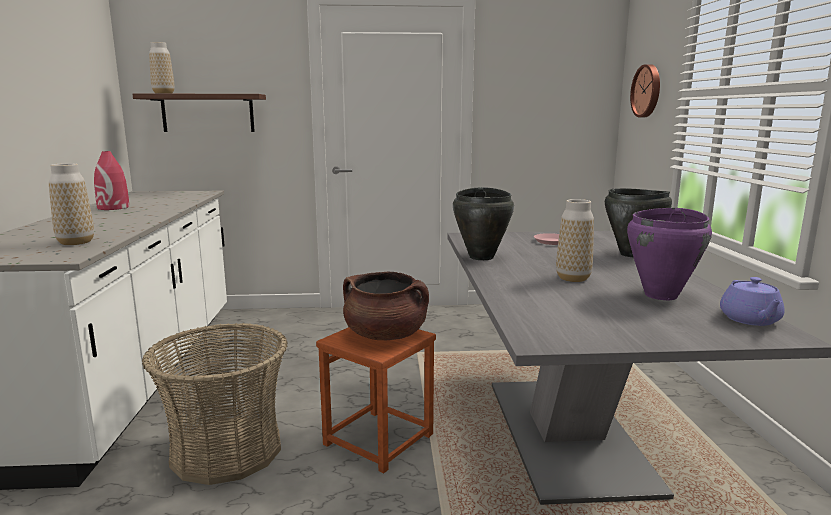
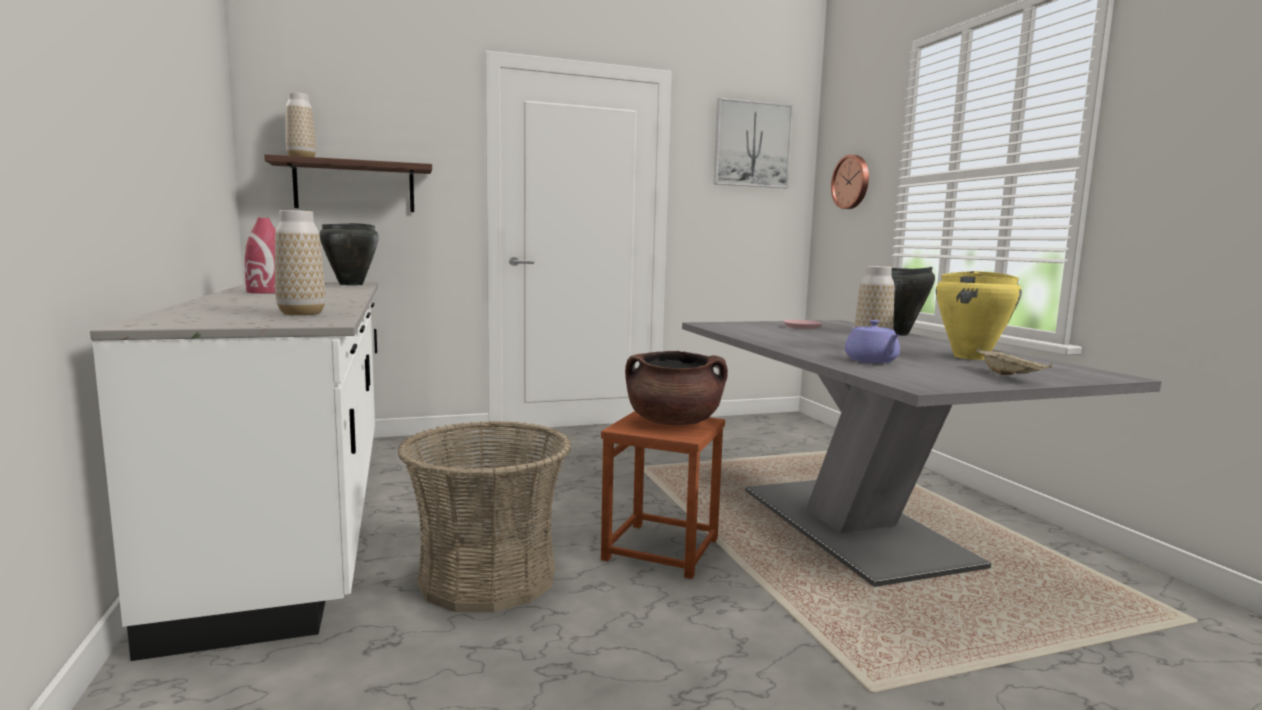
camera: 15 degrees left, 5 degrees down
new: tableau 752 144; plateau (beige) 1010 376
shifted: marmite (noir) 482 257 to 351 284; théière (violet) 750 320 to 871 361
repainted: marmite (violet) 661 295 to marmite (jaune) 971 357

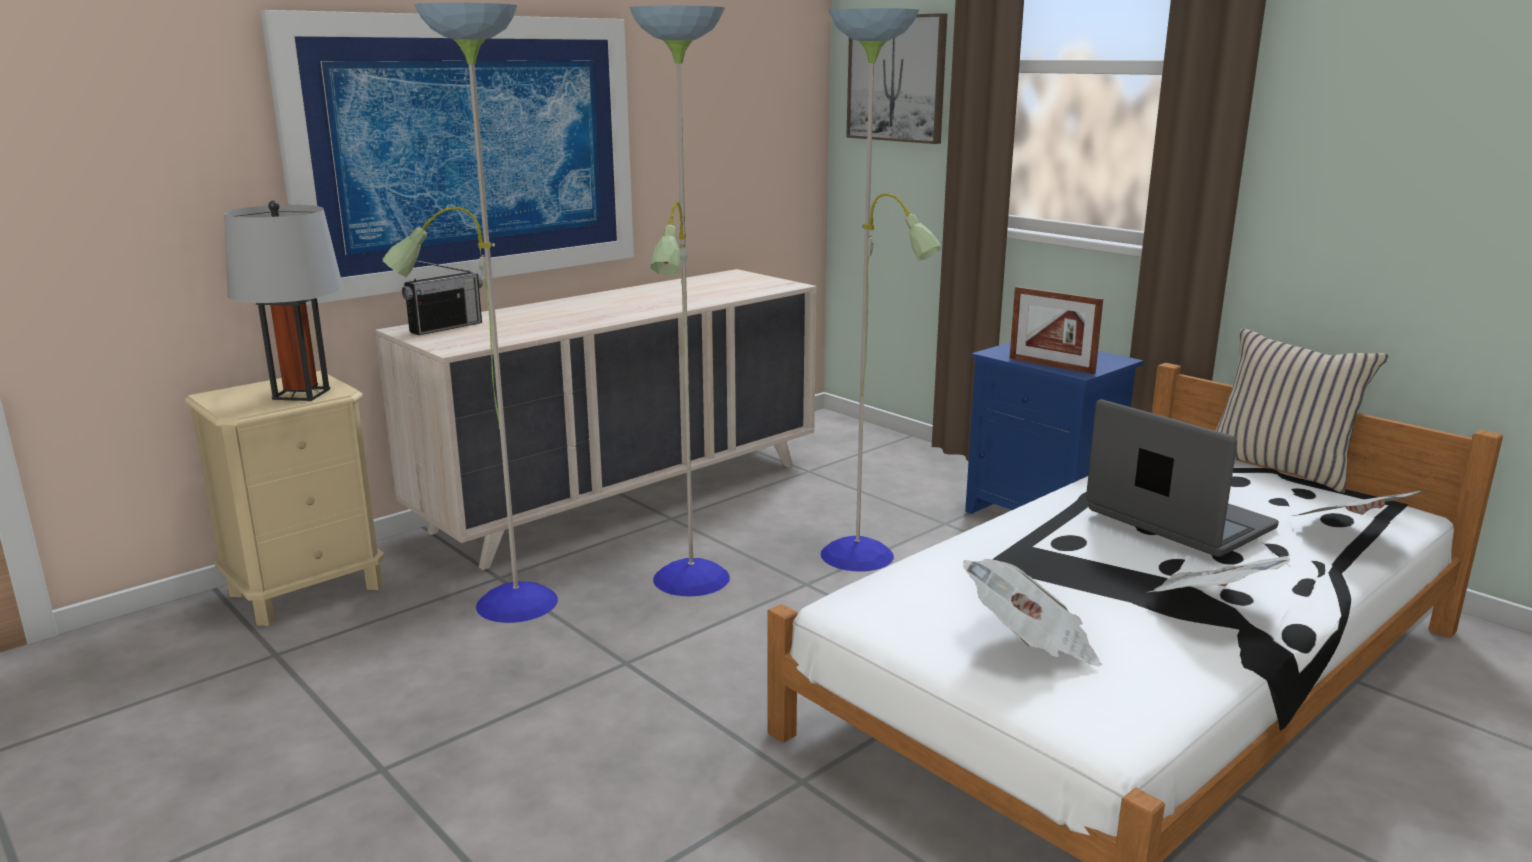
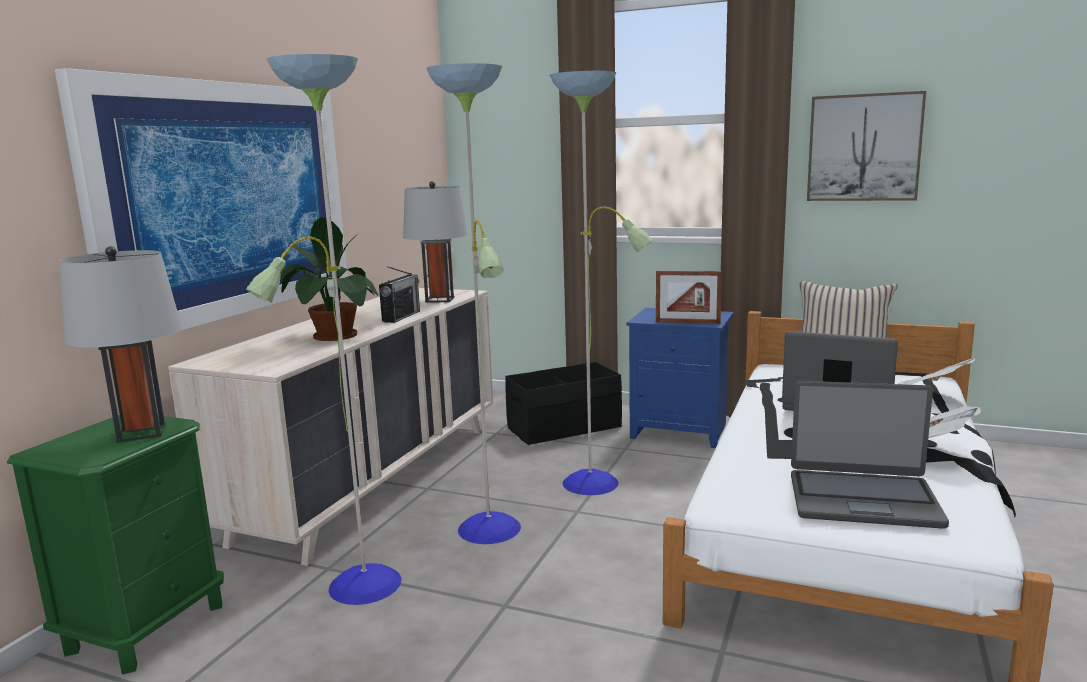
camera: 25 degrees left, 5 degrees down
new: lampe de table (gris) 439 300; plante en pot 333 336; boîte de rangement (noir) 564 428
shifted: tableau 897 78 to 864 148; radio 446 327 to 401 316
swapped: journal 1030 644 to ordinateur portable 862 499
repainted: table de chevet (beige) 306 590 to table de chevet (vert) 146 627

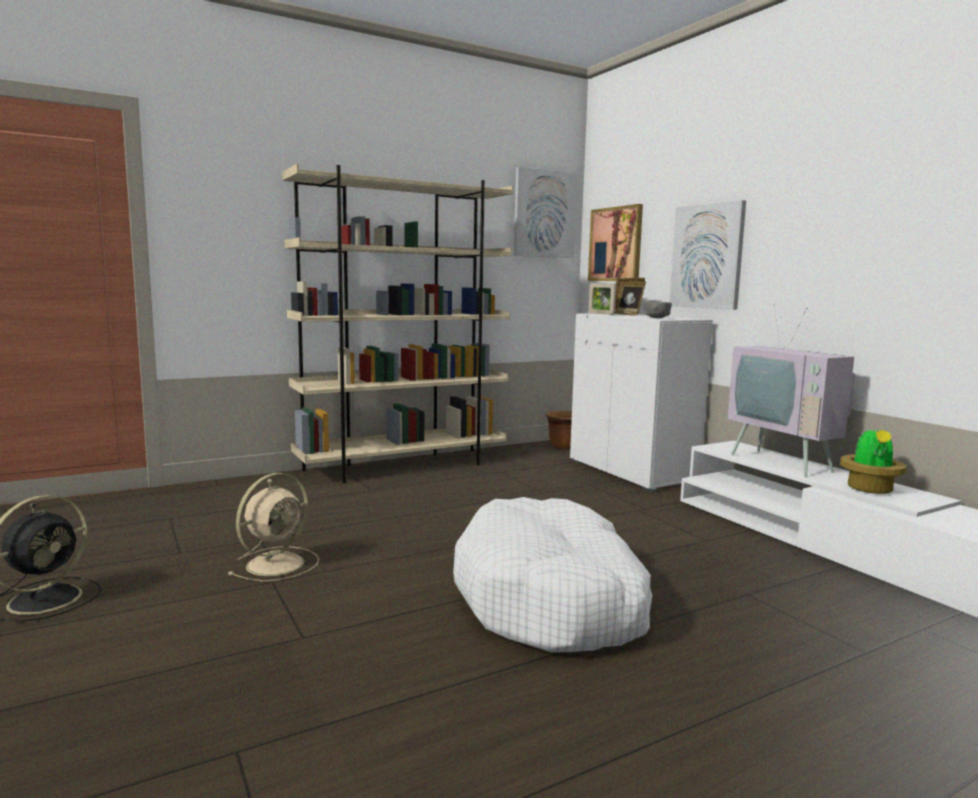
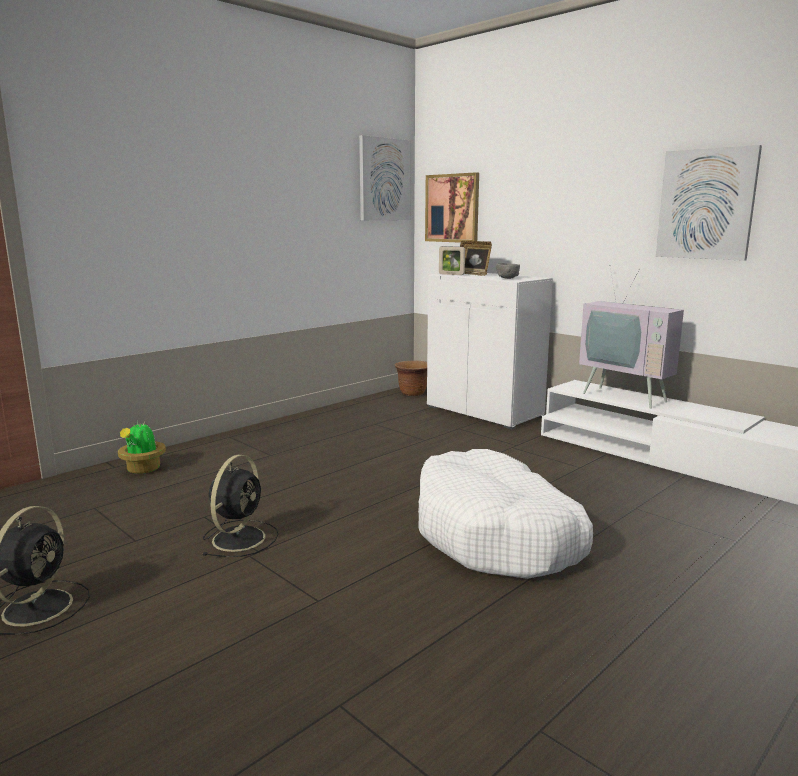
camera: 15 degrees left, 5 degrees up
gone: bibliothèque (beige) 404 466
shifted: tableau 707 256 to 706 204; plante en pot 870 489 to 143 469
repainted: ventilateur (beige) 277 563 to ventilateur (noir) 240 538

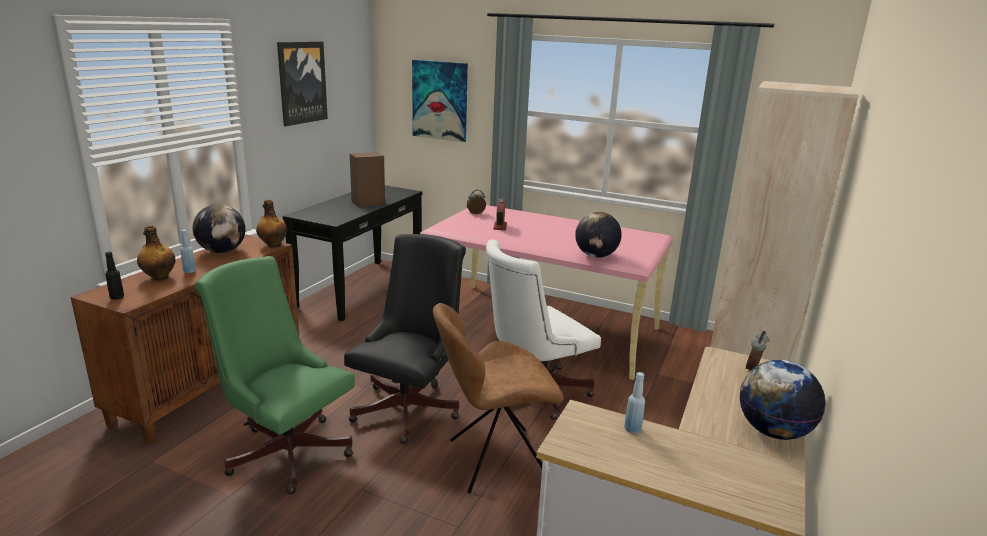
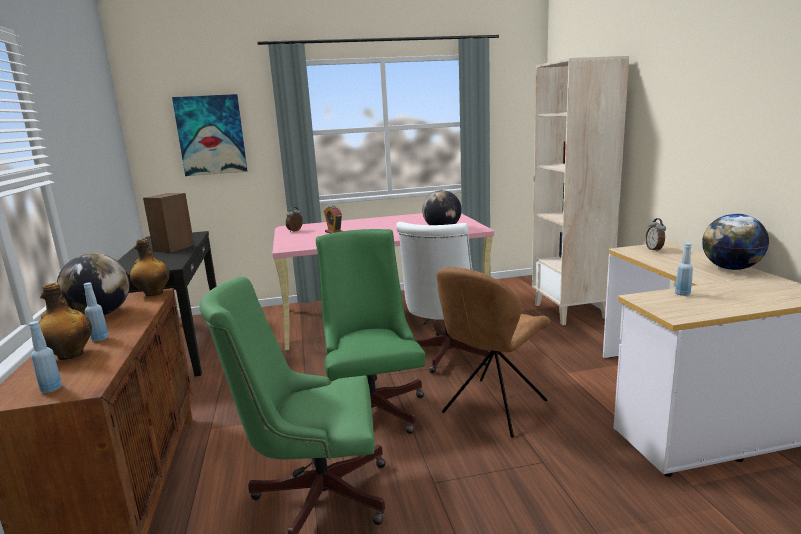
camera: 35 degrees left, 5 degrees down
gone: tableau 302 82
repainted: chaise de bureau (noir) 410 407 to chaise de bureau (vert) 373 407; bouteille (noir) 117 297 to bouteille (bleu) 51 389

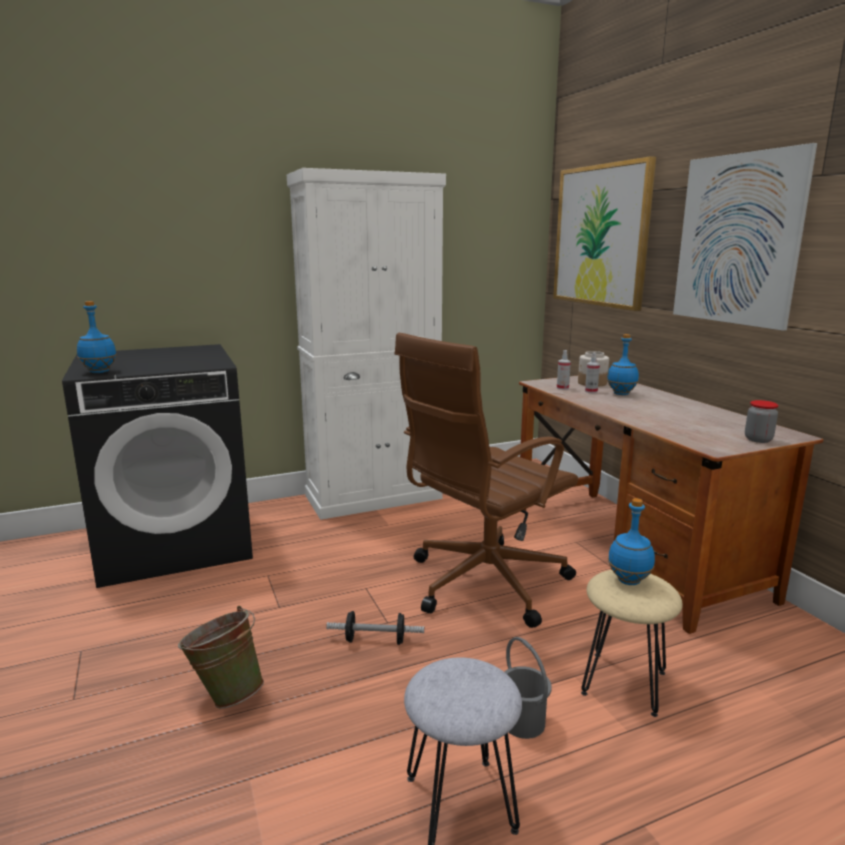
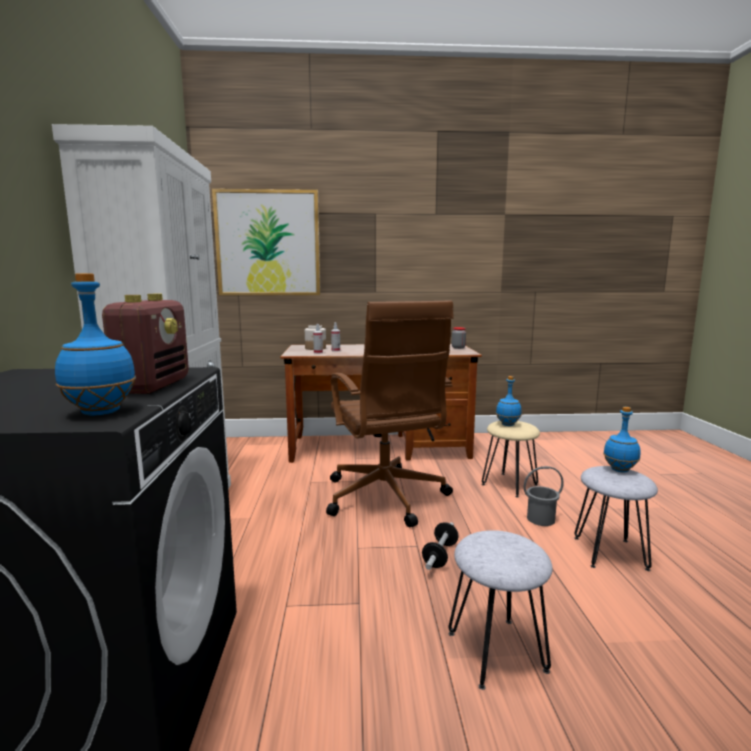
camera: 70 degrees left, 5 degrees down
gone: tableau 737 240
new: radio 153 386
shifted: bouteille (bleu) 621 394 to 619 470
swapped: seau (vert) 226 693 to tabouret (gris) 495 651

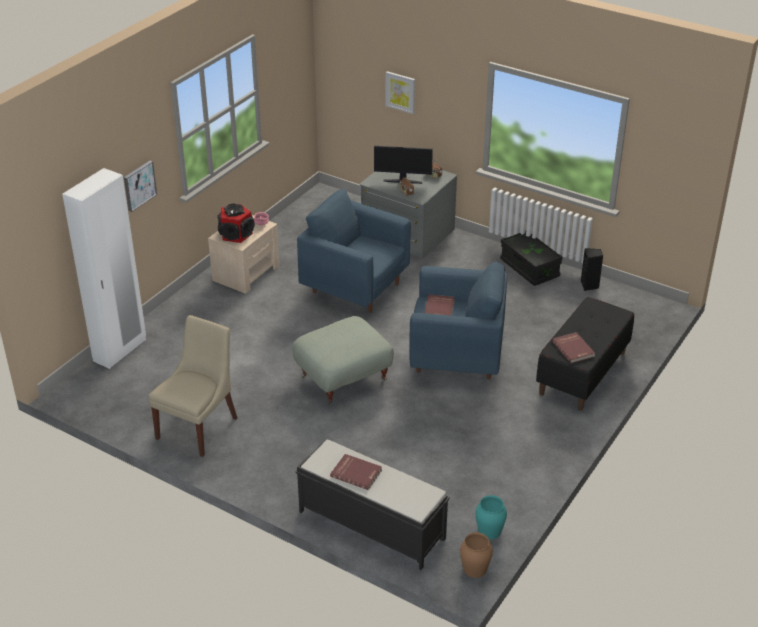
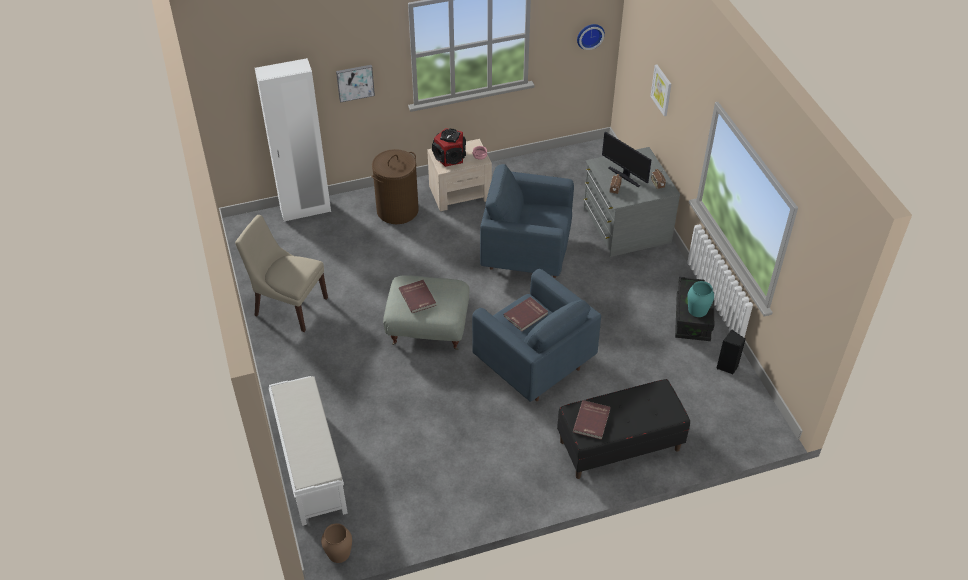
camera: 40 degrees right, 10 degrees up
new: horloge murale 589 35; panier à linge (marron) 397 210
shifted: livre (rouge) 356 473 to 418 297; vase (turquoise) 489 531 to 697 310
repainted: banc (noir) 370 524 to banc (blanc) 310 464
rotated: fauteuil (bleu) 356 288 = 526 253 60 degrees counterclockwise; chaise (beige) 199 426 = 289 306 135 degrees counterclockwise

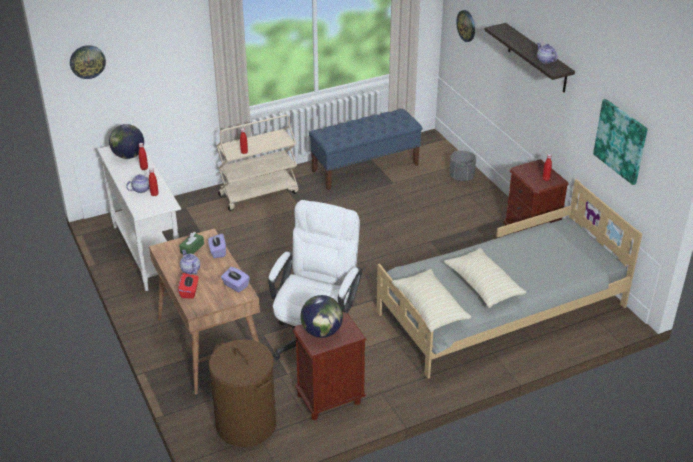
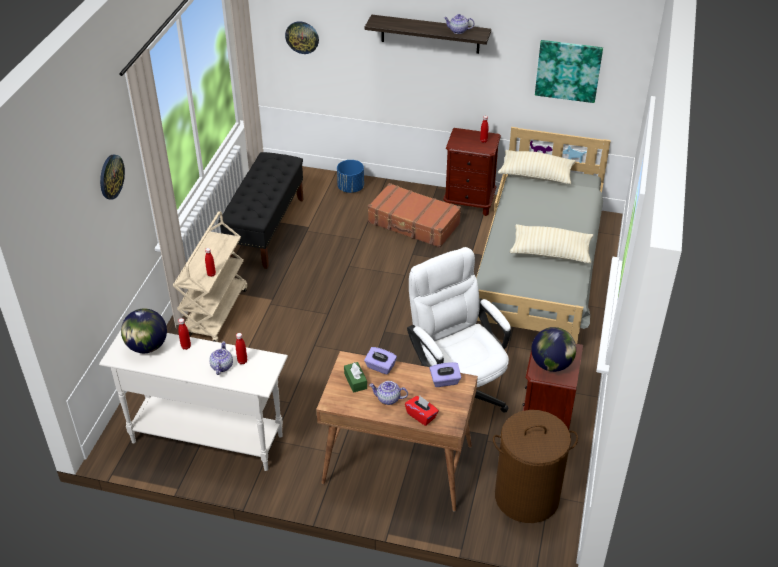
camera: 50 degrees left, 5 degrees up
new: valise (marron) 413 224
shifted: horloge murale 87 61 to 111 176; coussin (beige) 429 308 to 536 175
repainted: banc (bleu) 365 168 to banc (noir) 266 229; cache-pot (gris) 461 177 to cache-pot (bleu) 351 188

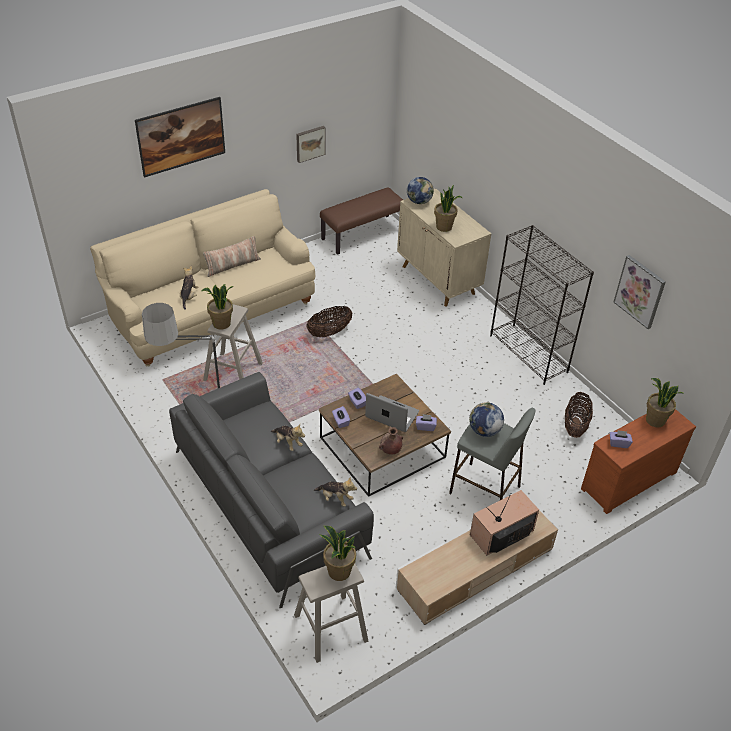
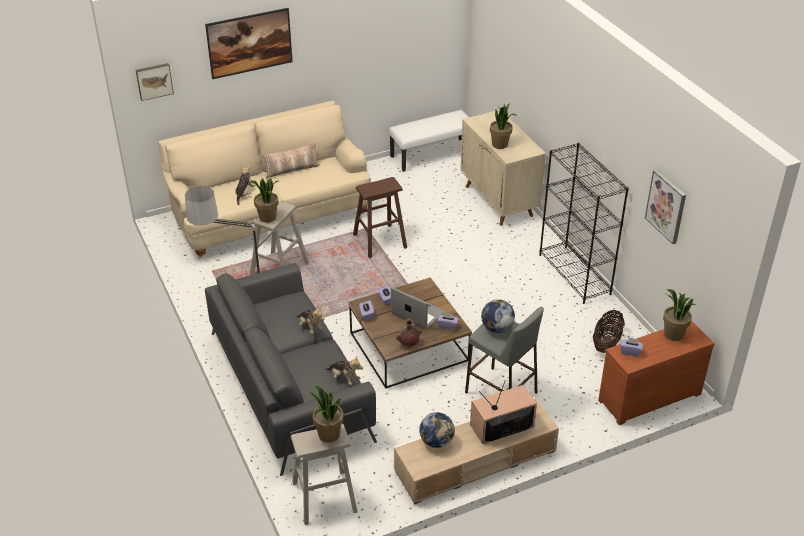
camera: 10 degrees right, 5 degrees down
shifted: tableau 310 143 to 154 81; globe 419 201 to 436 441
swapped: panier 329 332 to tabouret (marron) 380 241
repainted: banc (marron) 362 234 to banc (blanc) 432 154

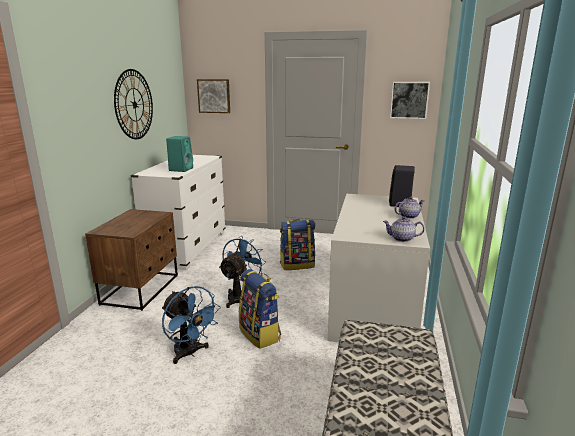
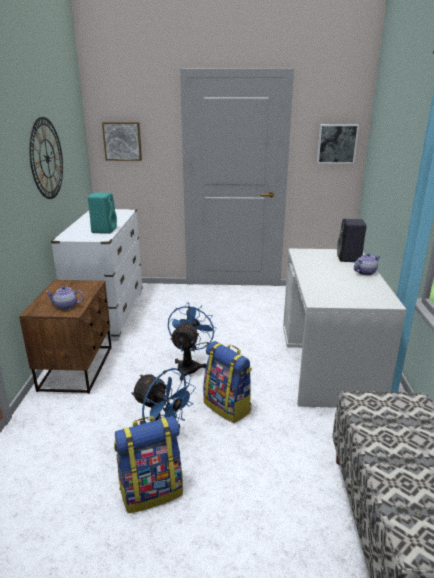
camera: 10 degrees left, 5 degrees up
shifted: théière 402 239 to 66 306; sac à dos 297 265 to 151 491

